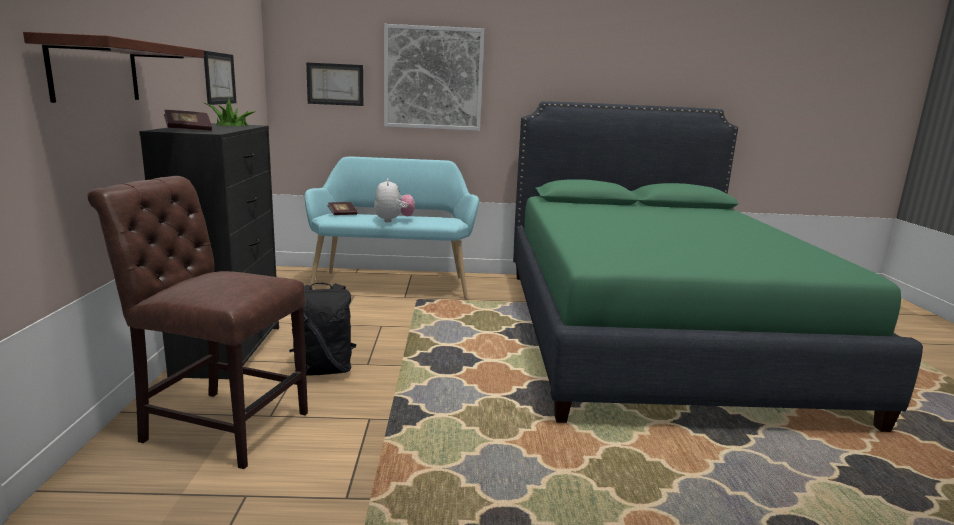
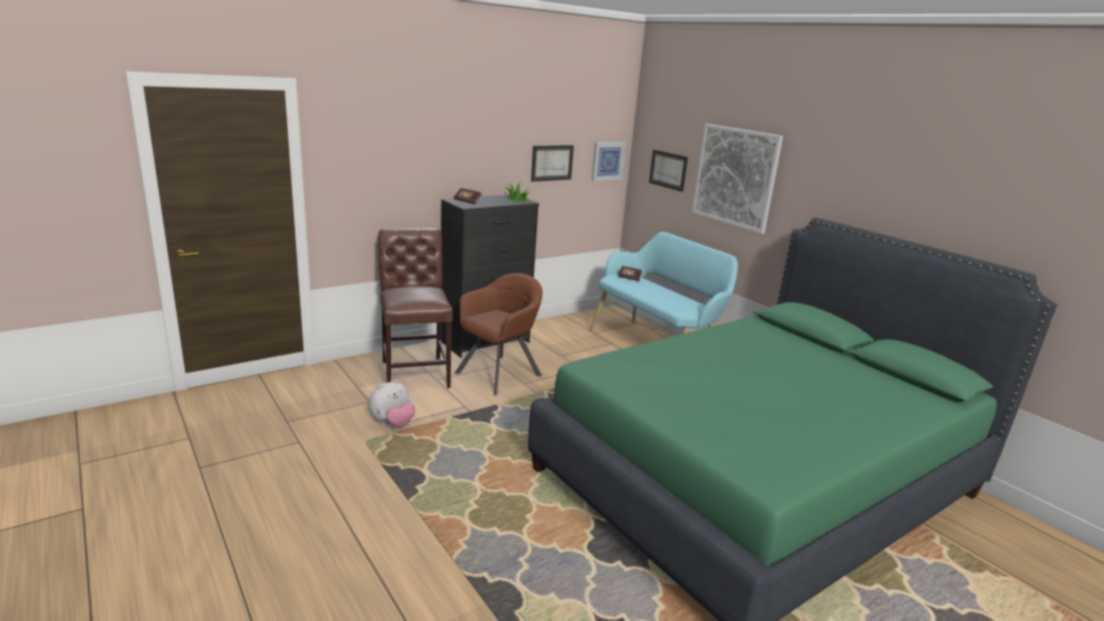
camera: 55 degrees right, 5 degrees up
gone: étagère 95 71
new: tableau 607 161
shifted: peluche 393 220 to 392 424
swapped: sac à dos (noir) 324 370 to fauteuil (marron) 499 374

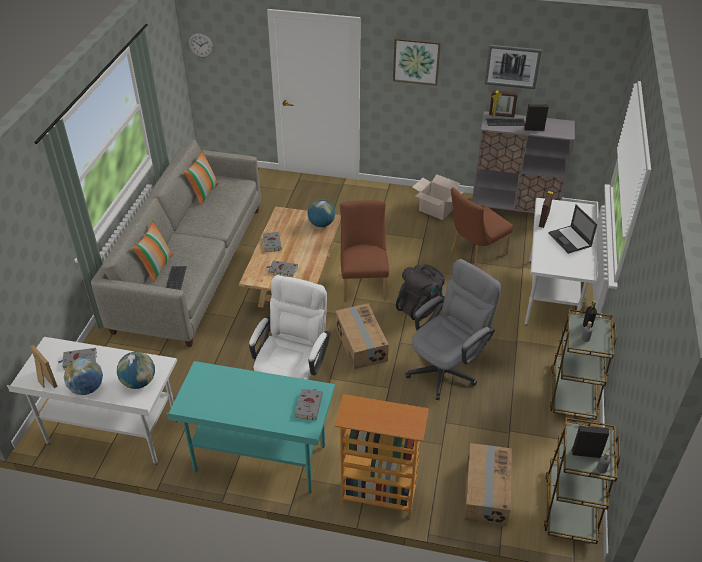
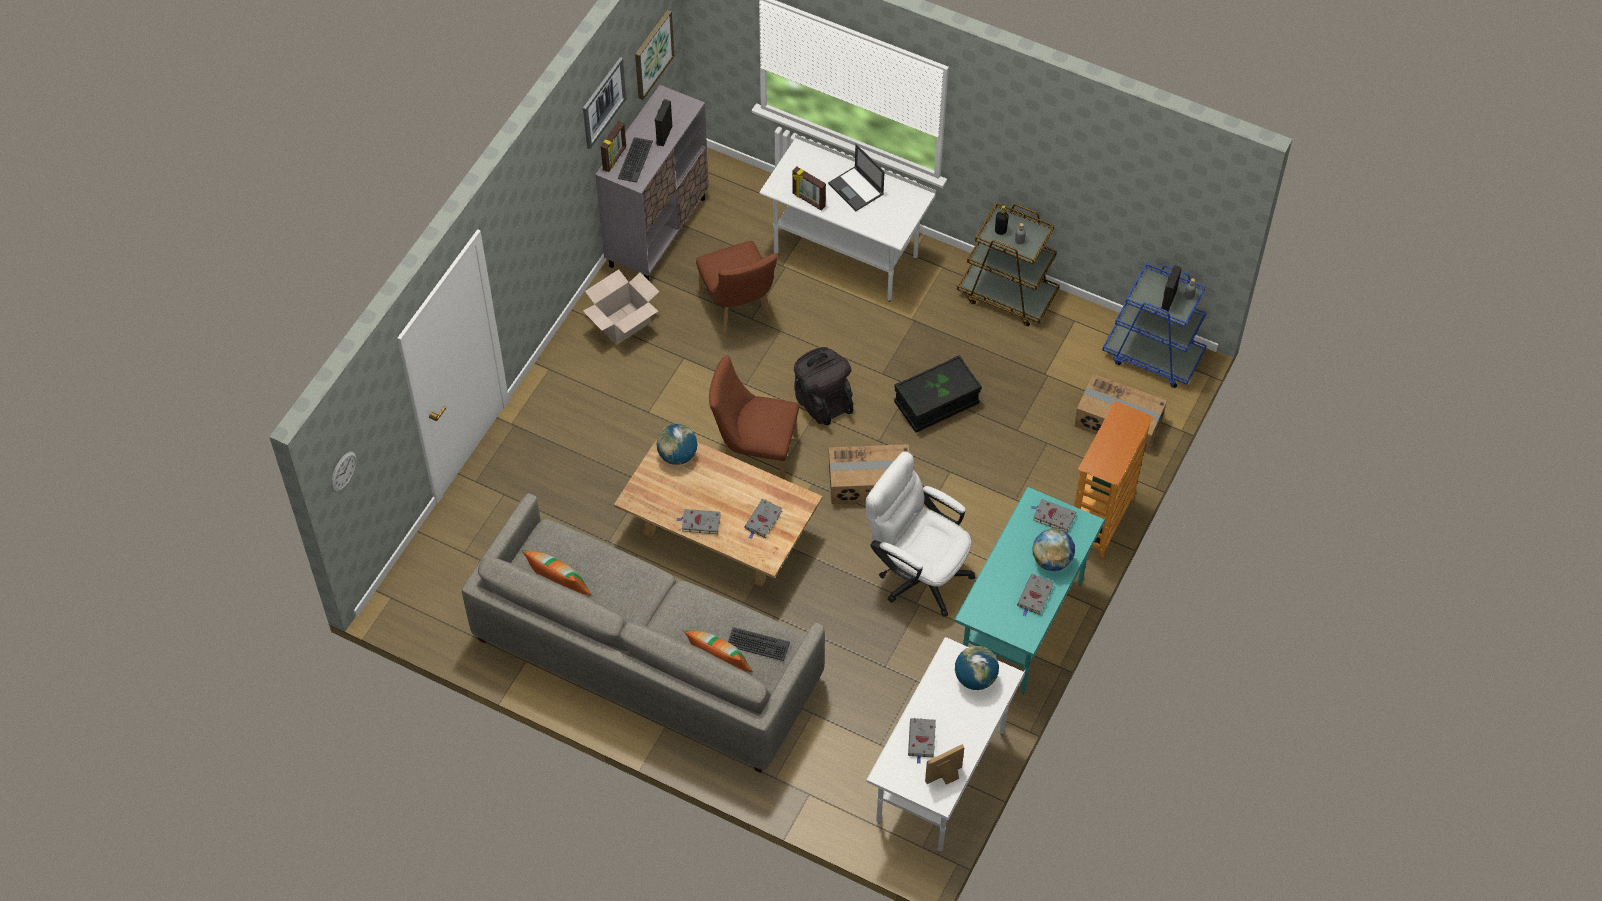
camera: 75 degrees left, 15 degrees up
new: livre (gris) 1035 597
shifted: tableau 416 61 to 652 54; globe 87 388 to 1052 560
swapped: chaise de bureau (gris) 447 368 to boîte de rangement (noir) 936 403
repainted: chariot (marron) 570 507 to chariot (bleu) 1153 356
rotated: ordinateur portable 570 240 = 856 189 60 degrees clockwise

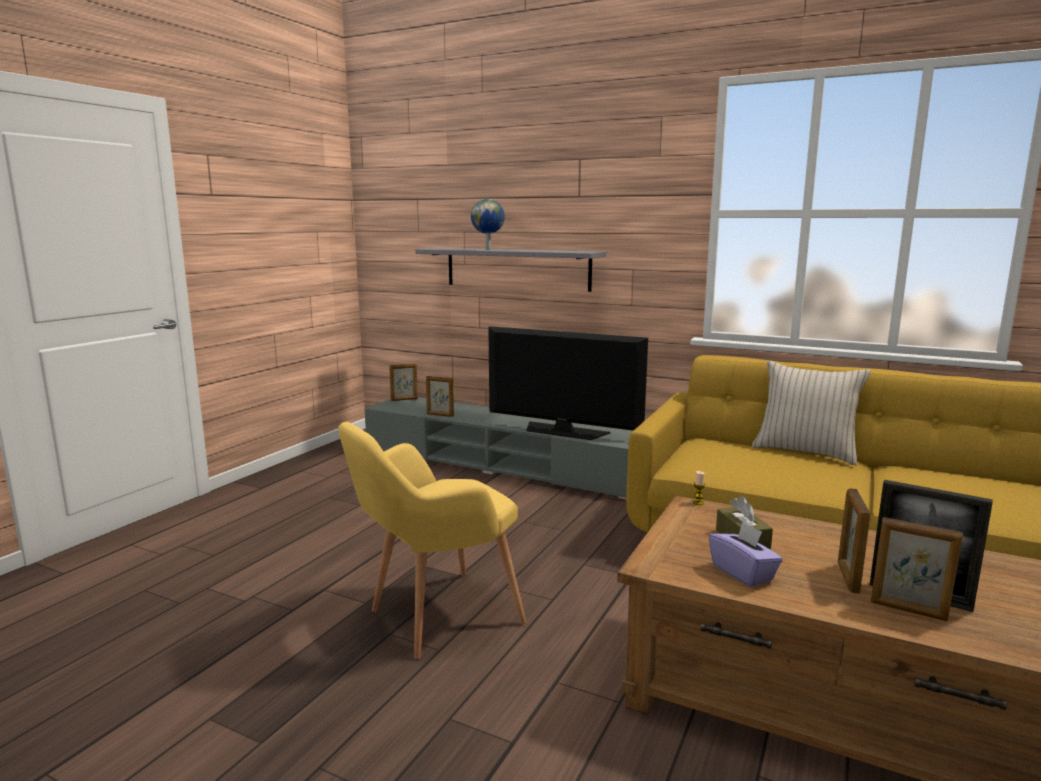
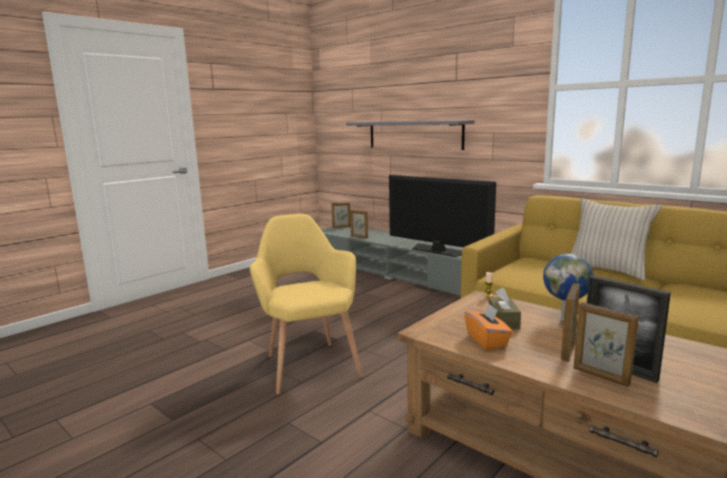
camera: 15 degrees right, 0 degrees up
shifted: globe 488 249 to 565 319
repainted: boîte à mouchoirs (violet) 743 573 to boîte à mouchoirs (orange) 487 341
rotated: fauteuil (jaune) 435 618 = 308 363 90 degrees clockwise

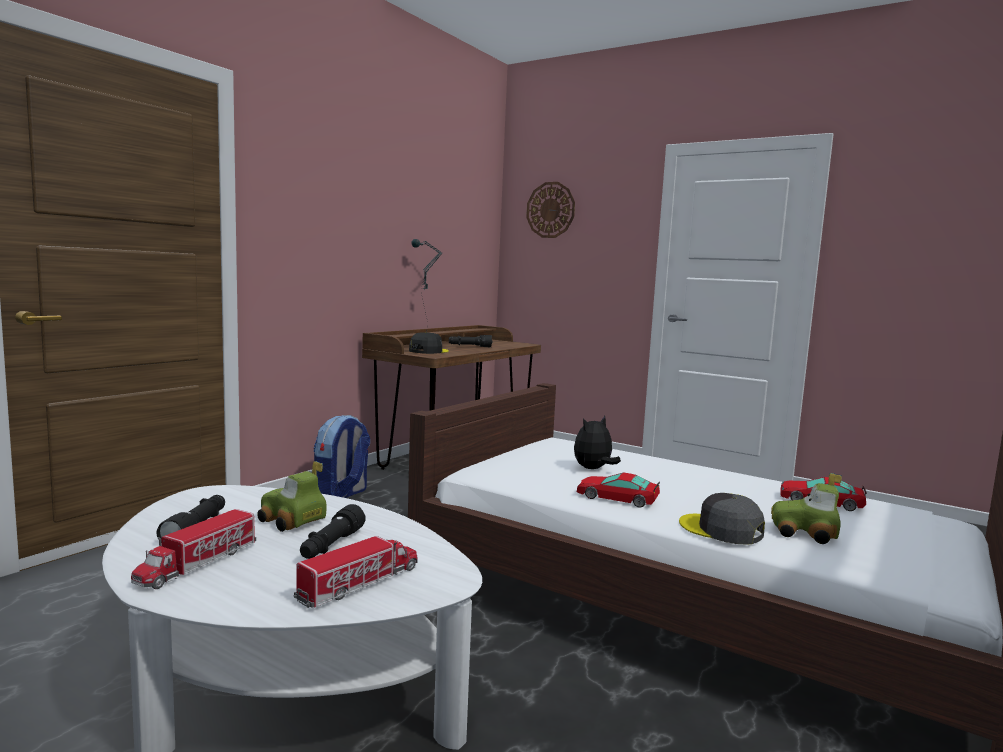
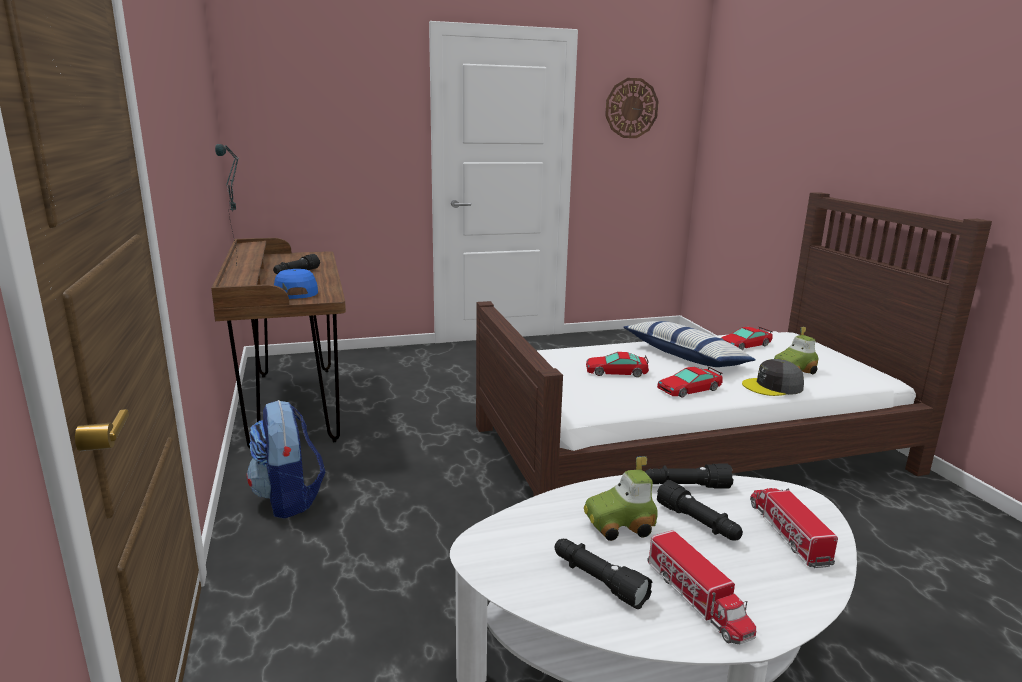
camera: 50 degrees left, 10 degrees up
new: coussin 685 356; lampe de poche (noir) 686 486
shifted: horloge murale 550 210 to 631 108
swapped: peluche 593 469 to petite voiture 616 372
repainted: casquette (noir) 428 351 to casquette (bleu) 295 292

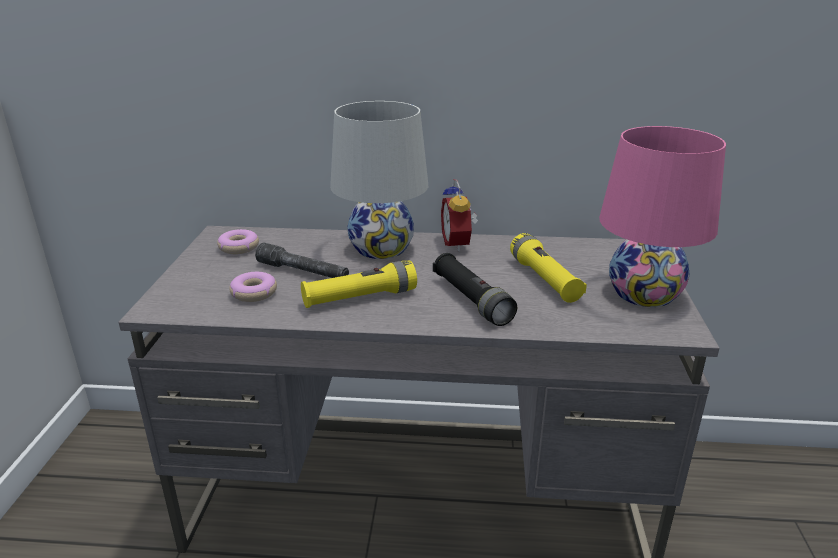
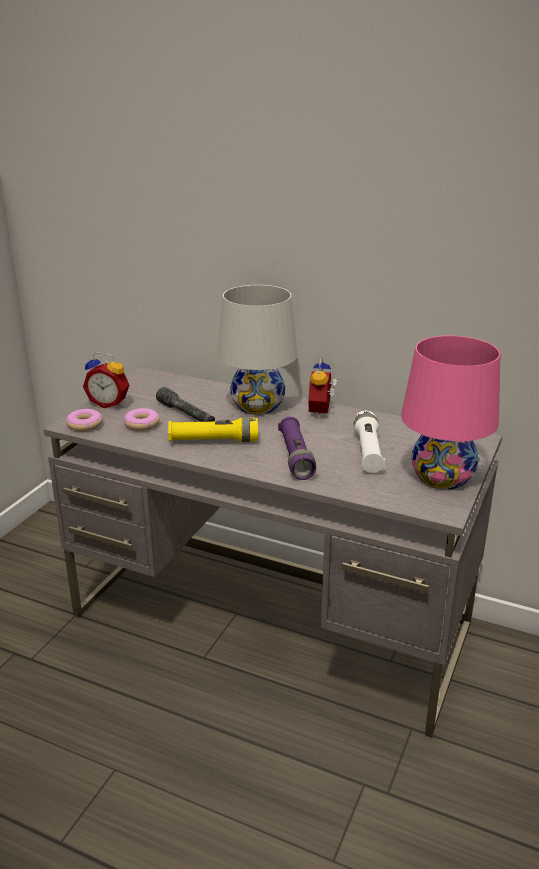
camera: 20 degrees right, 0 degrees up
new: réveil 109 403
shifted: beignet 238 247 to 84 425
repainted: lampe de poche (jaune) 544 280 to lampe de poche (blanc) 368 452; lampe de poche (noir) 471 300 to lampe de poche (violet) 296 457

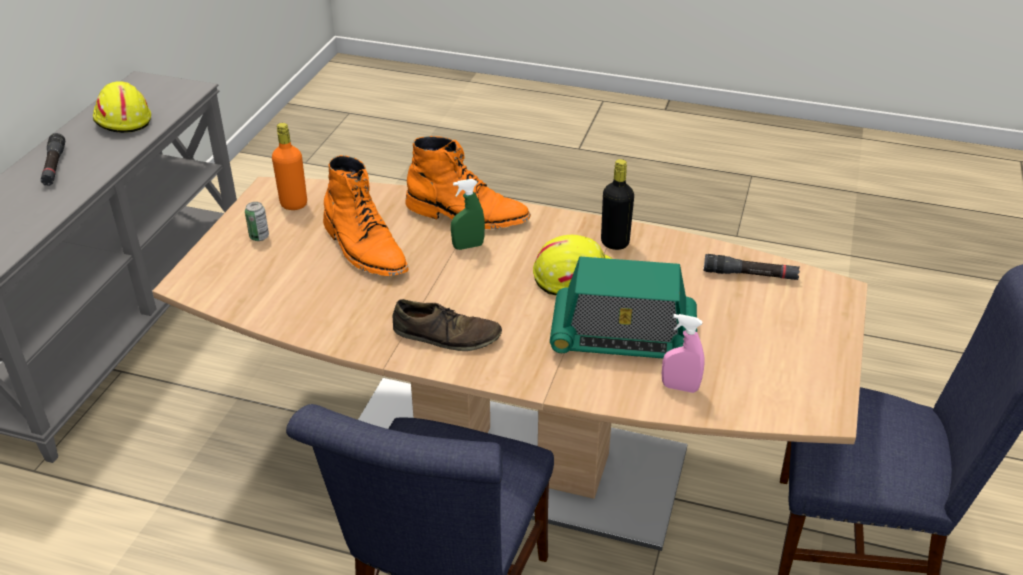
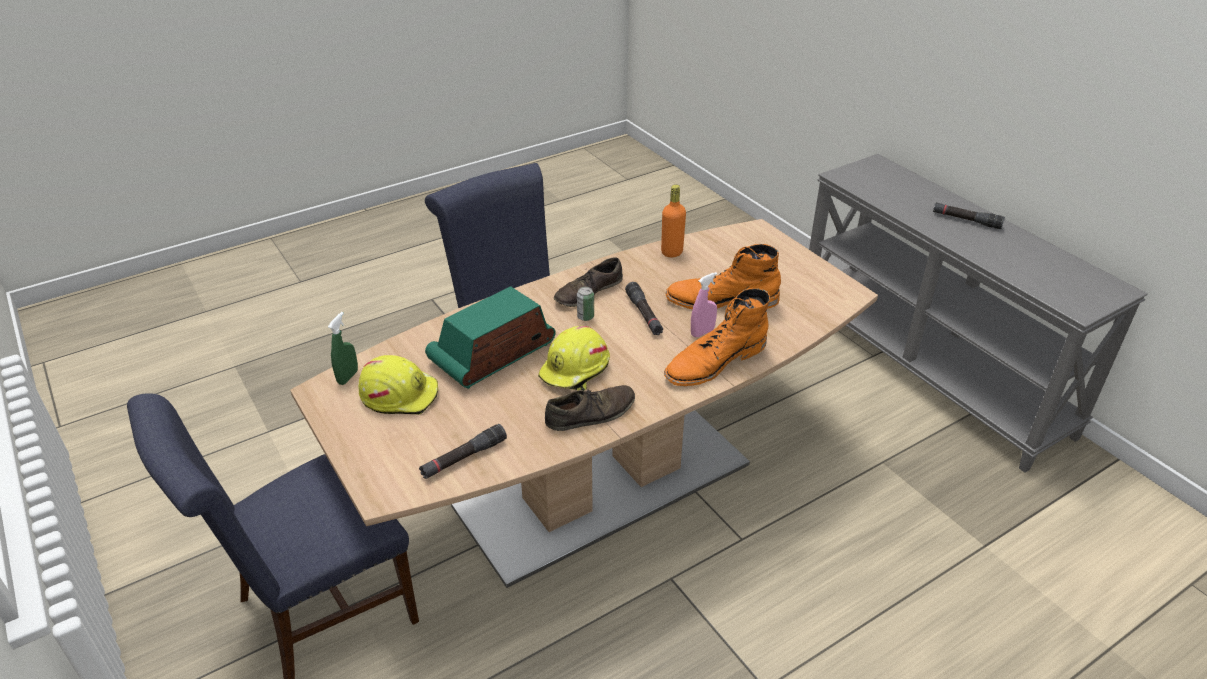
camera: 130 degrees right, 0 degrees up
new: lampe de poche (noir) 644 314
shifted: casque de chantier (jaune) 121 120 to 399 394; bouteille (orange) 294 204 to 672 252; vaporisateur (vert) 468 246 to 348 377; boîte métallique 259 237 to 585 317; vaporisateur (rose) 680 387 to 702 332
swapped: bouteille (noir) 615 243 to chaussure (marron) 590 414

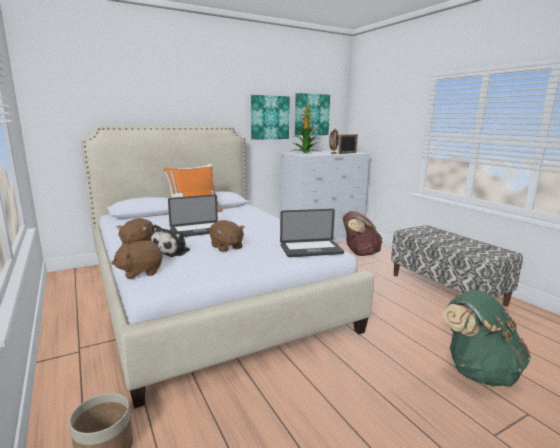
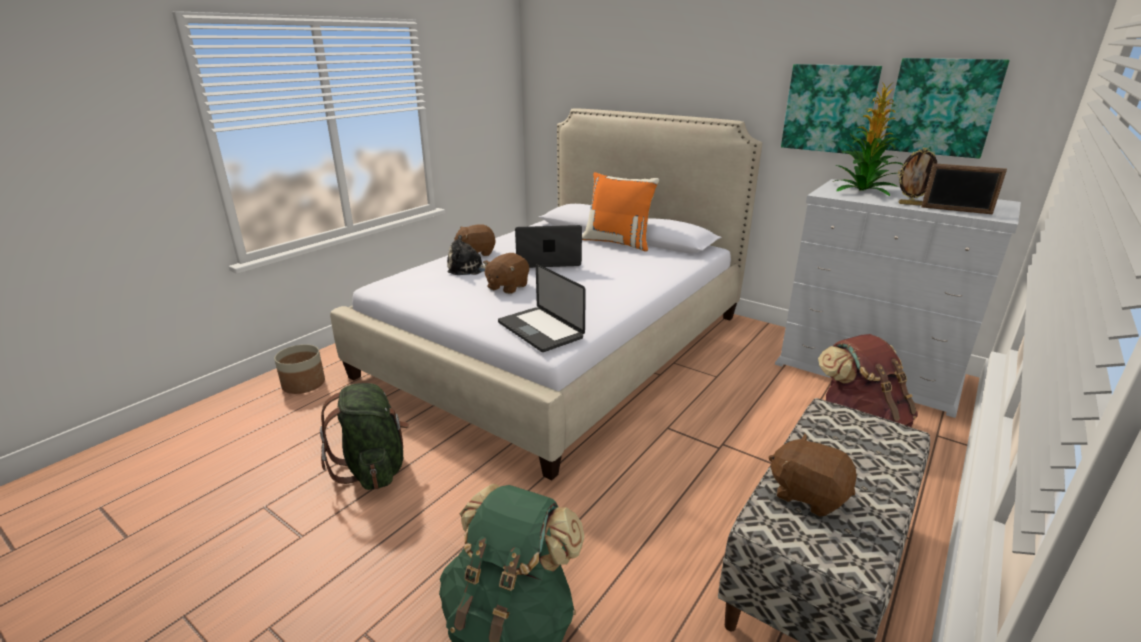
camera: 65 degrees right, 10 degrees up
new: sac à dos (vert) 374 468
shifted: peluche (marron) 140 272 to 808 494
rotated: ordinateur portable 197 230 = 548 261 135 degrees clockwise

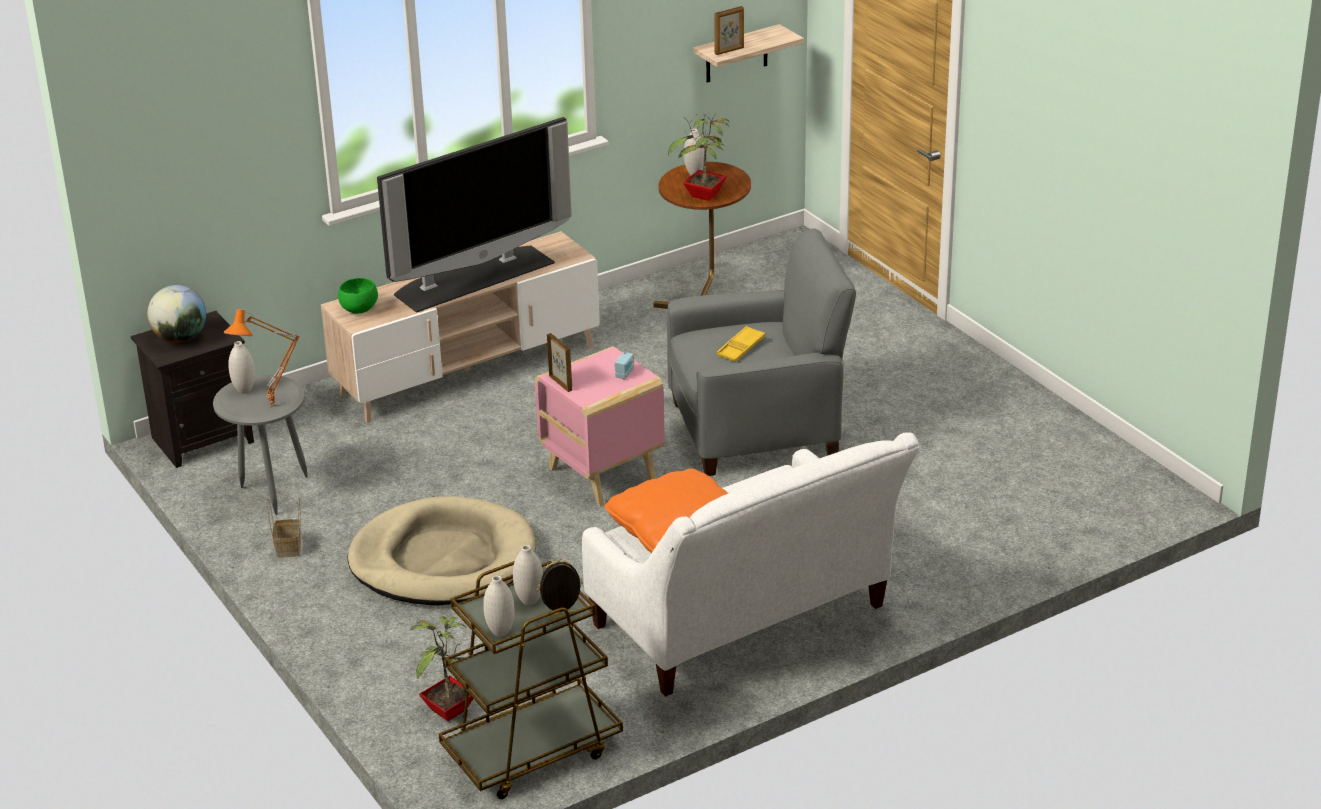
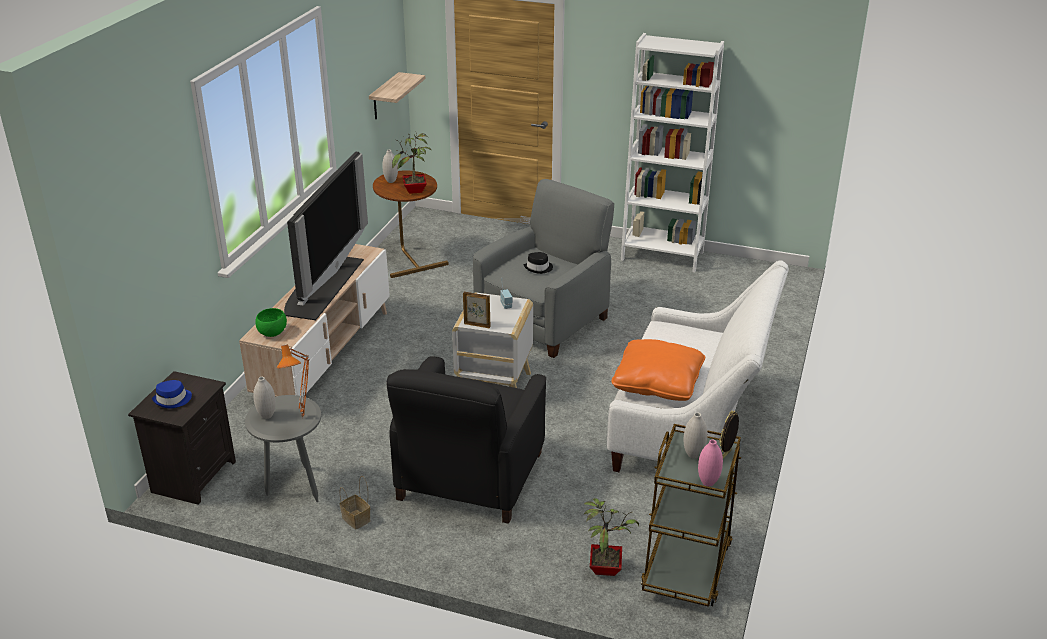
camera: 40 degrees left, 0 degrees up
gone: cadre photo 729 51
new: bibliothèque (blanc) 662 256
swapped: globe 180 338 to chapeau (bleu) 173 400; plateau (jaune) 741 348 to chapeau (noir) 539 268; panier pour chien (beige) 443 560 to fauteuil (noir) 469 477
repainted: table d'appoint (rose) 601 474 to table d'appoint (blanc) 493 382; vase (blanc) 500 632 to vase (rose) 708 482

